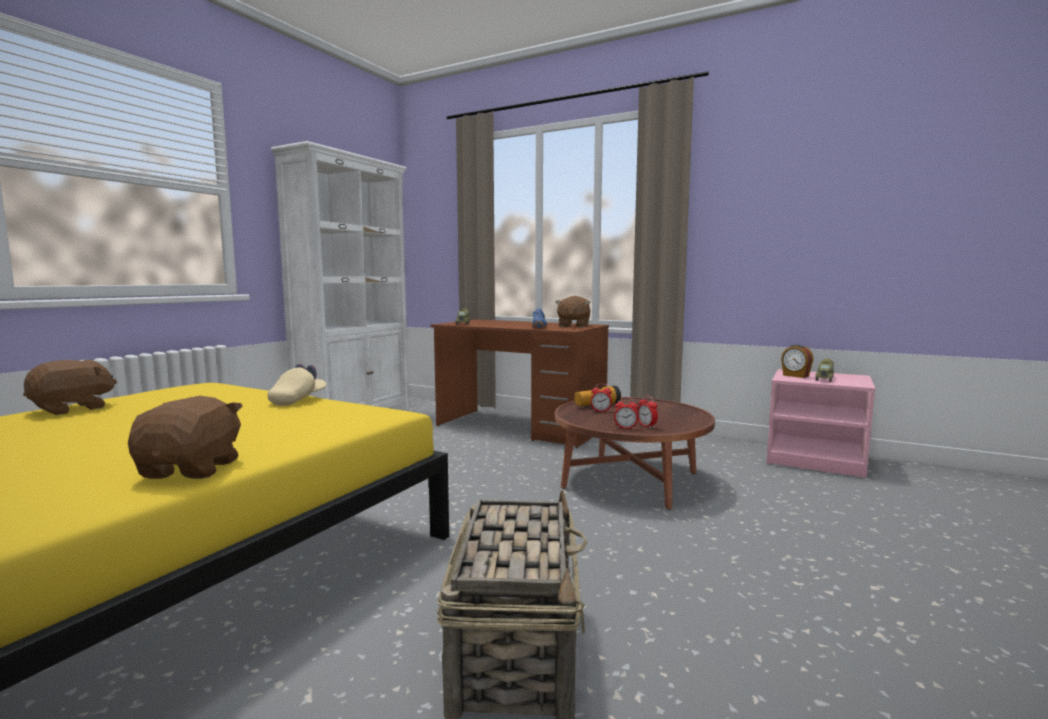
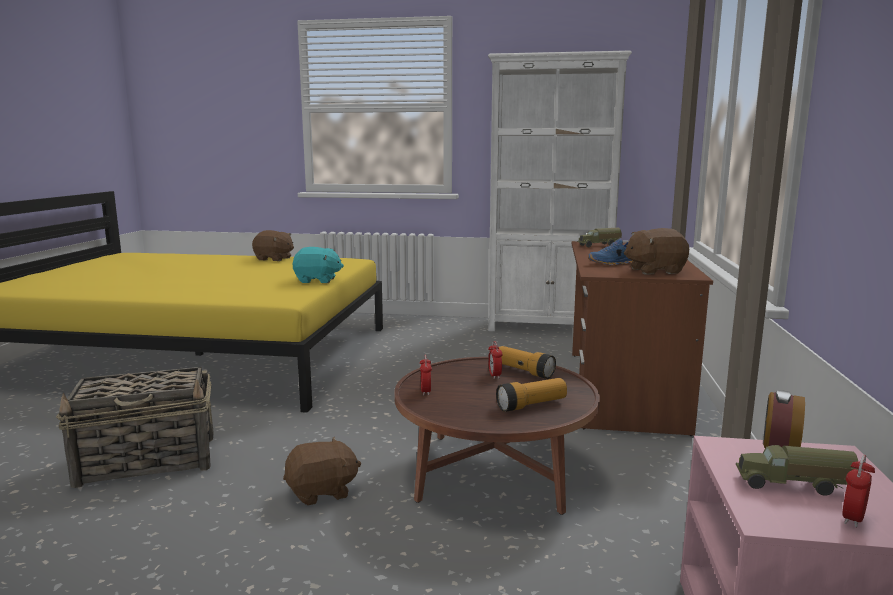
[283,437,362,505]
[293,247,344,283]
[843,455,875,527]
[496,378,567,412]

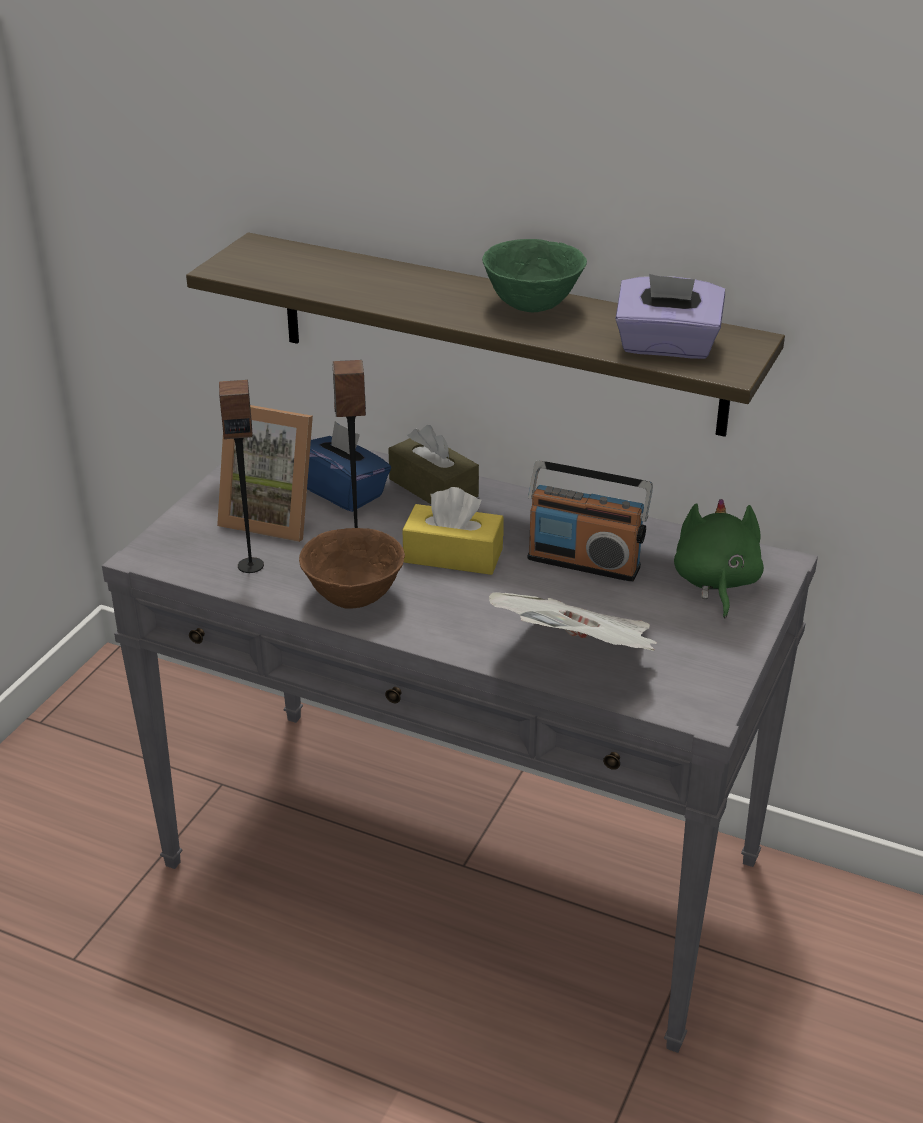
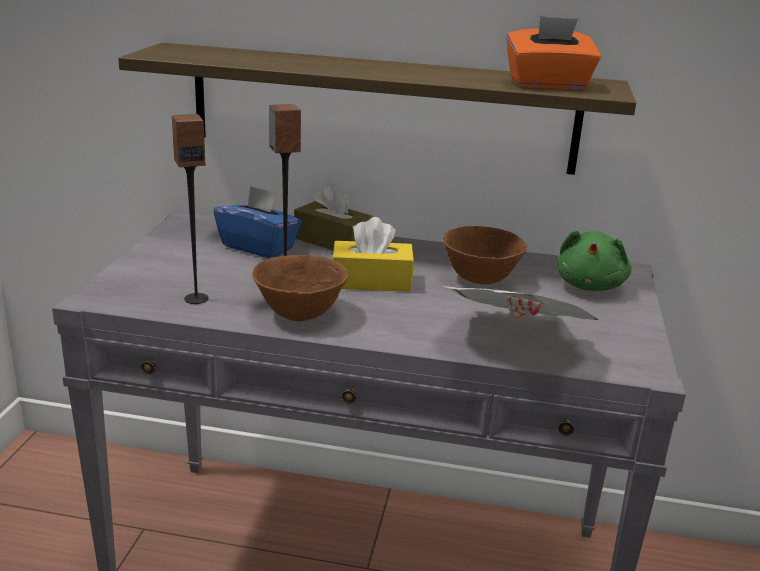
[217,405,313,542] (first image)
[482,239,587,312] (first image)
[443,226,527,285]
[506,16,601,89]
[557,230,632,291]

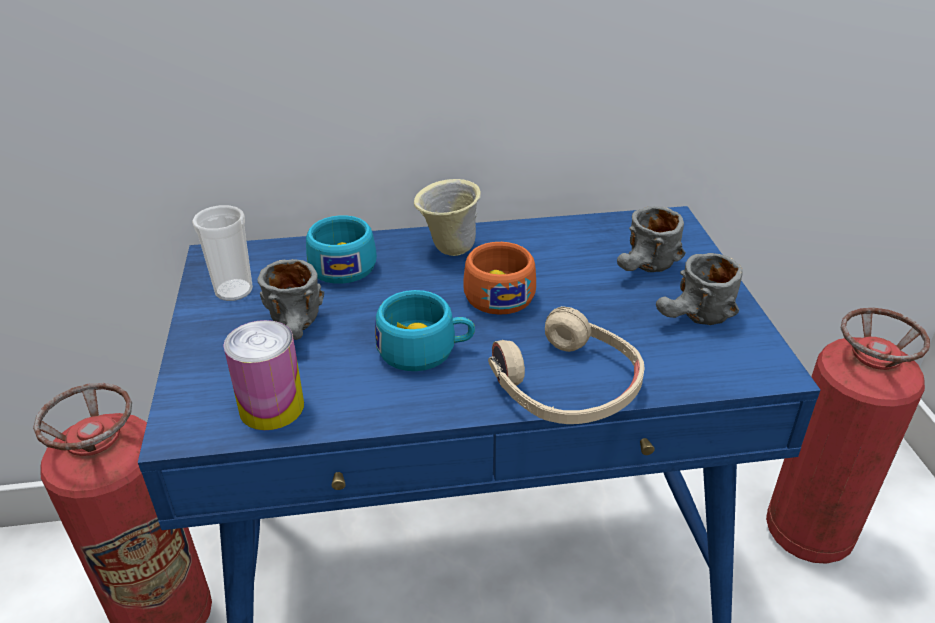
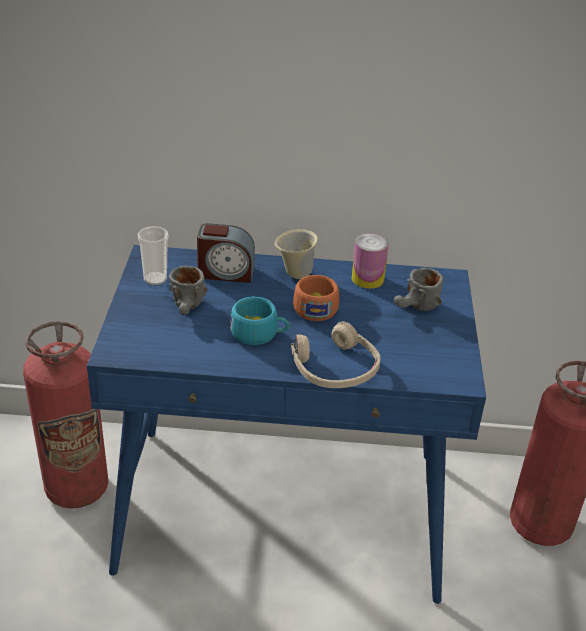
[352,233,389,289]
[197,223,255,283]
[656,253,743,325] (first image)

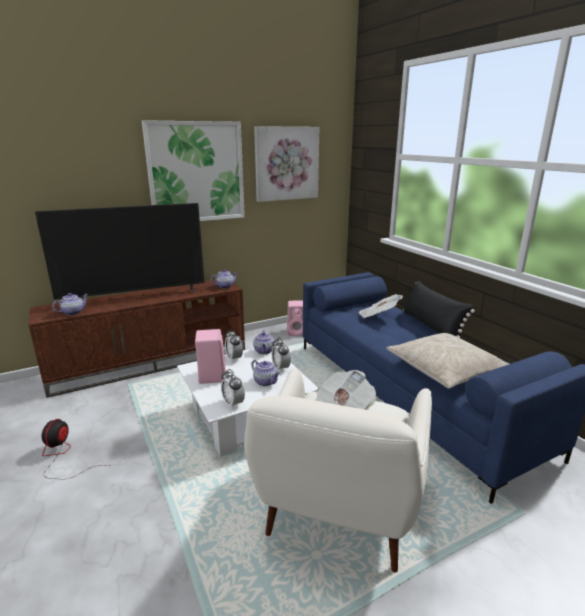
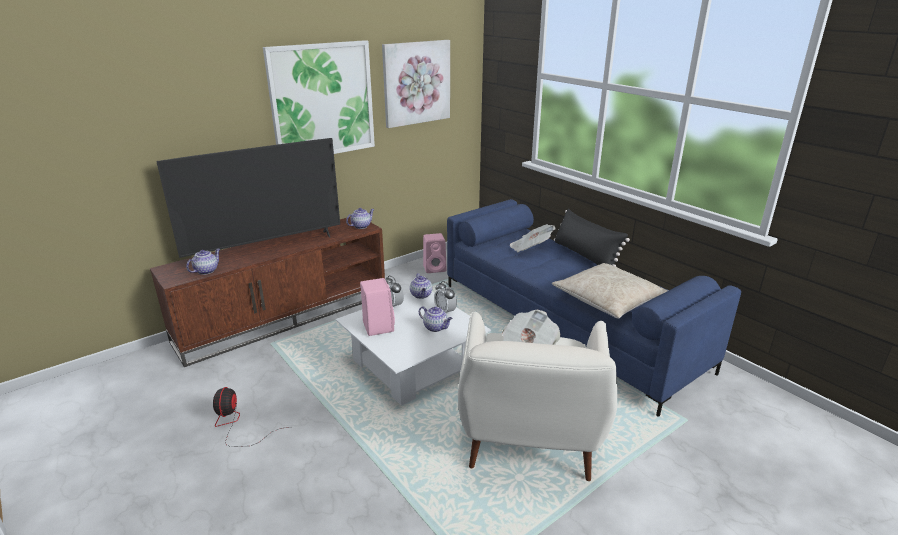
[221,369,245,408] (first image)

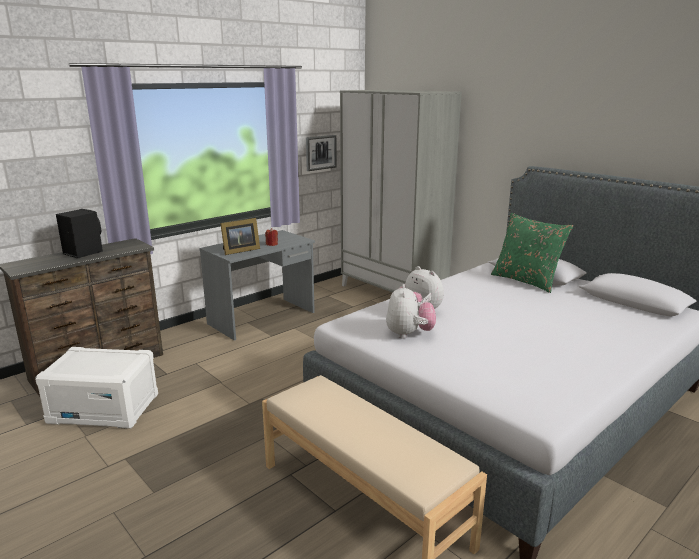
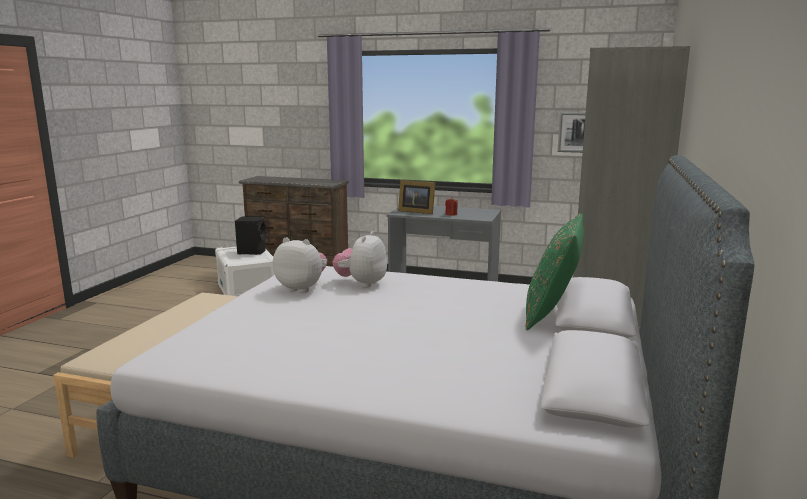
[235,217,266,255]
[273,237,327,293]

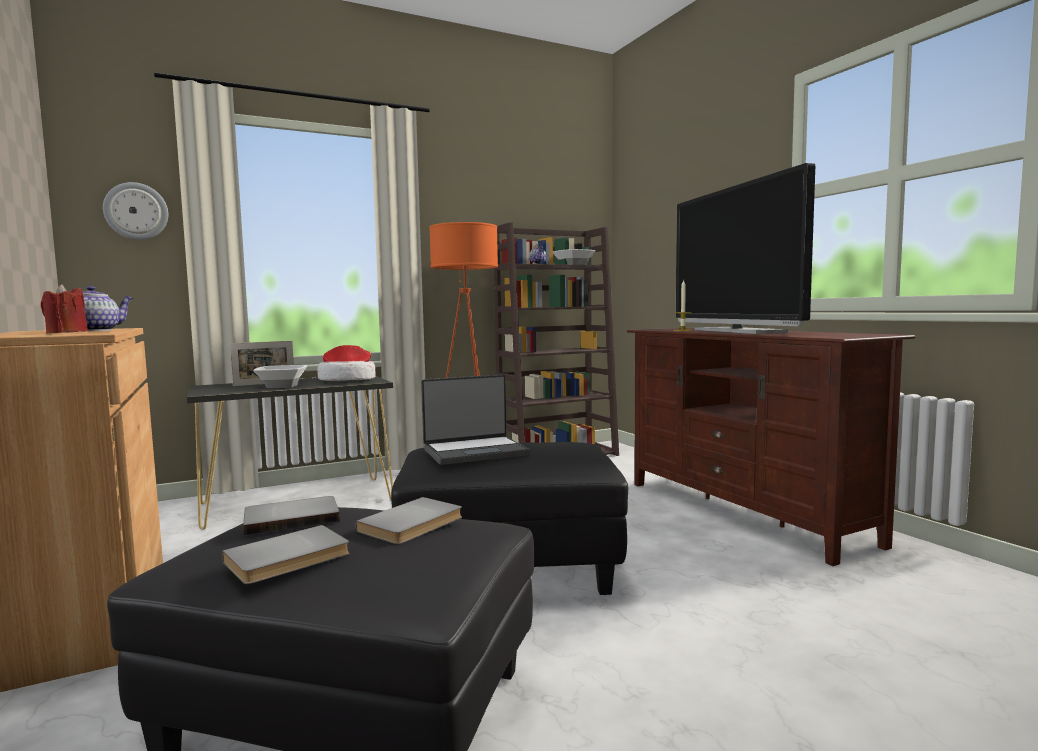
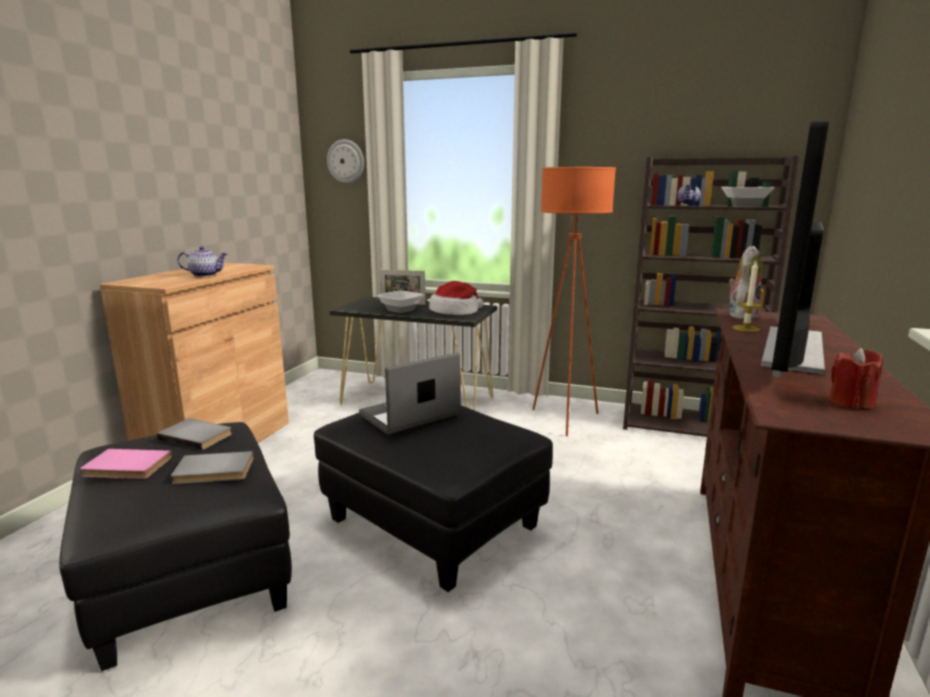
[829,347,883,409]
[80,449,172,479]
[359,352,461,434]
[729,246,762,319]

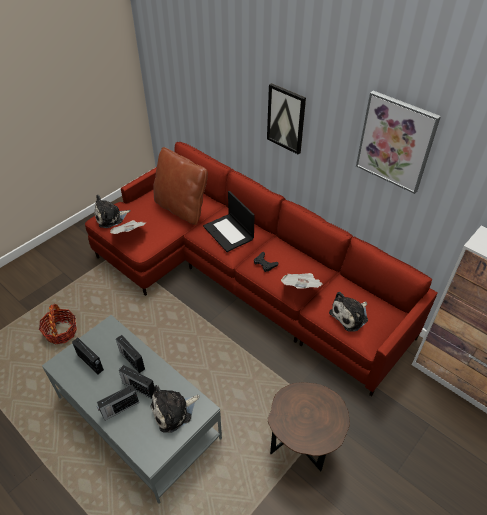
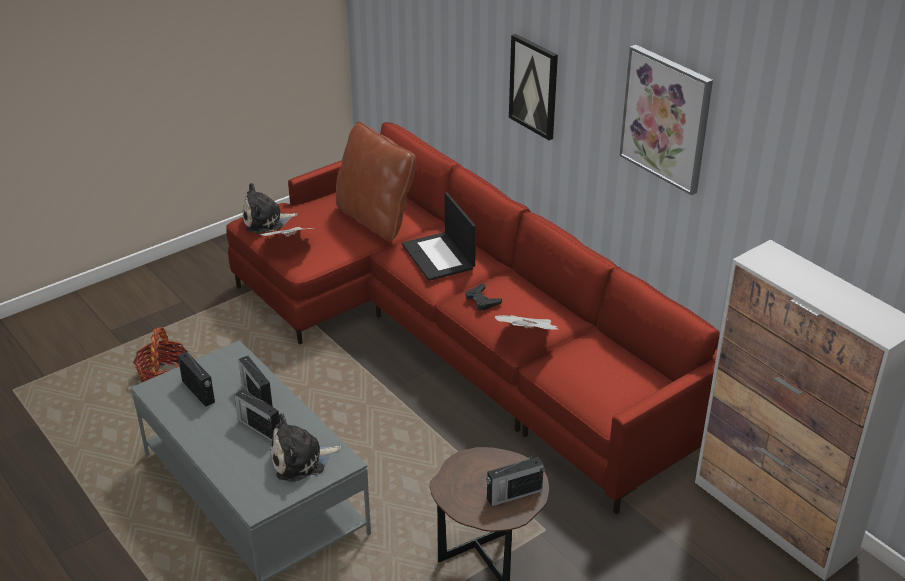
[486,455,544,507]
[329,292,368,332] (first image)

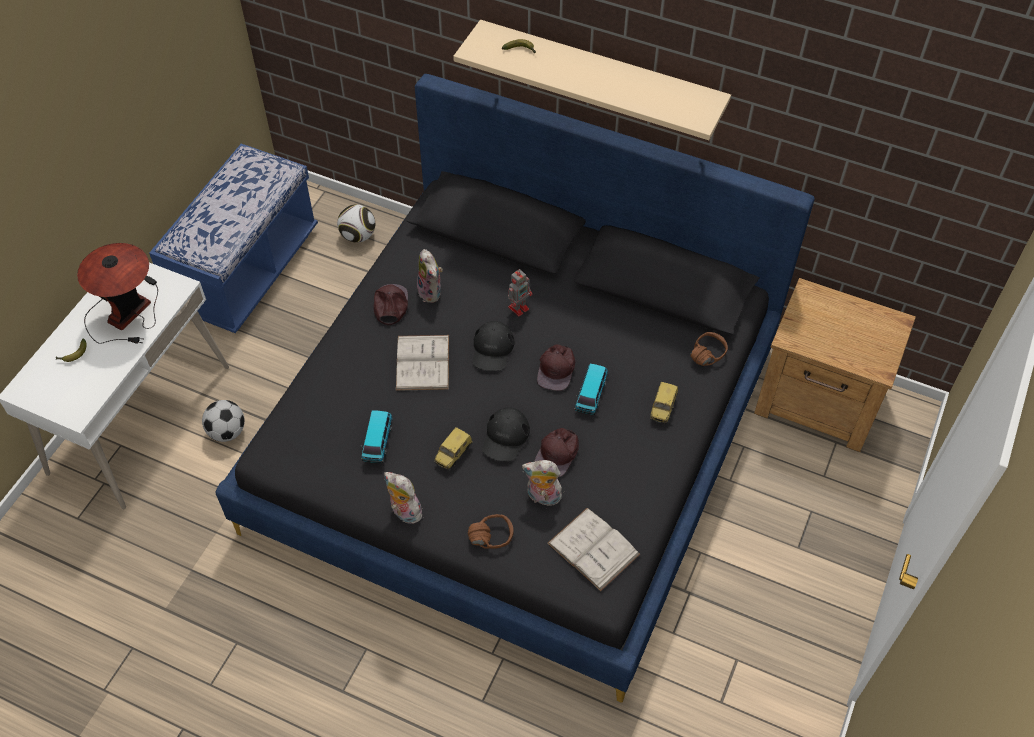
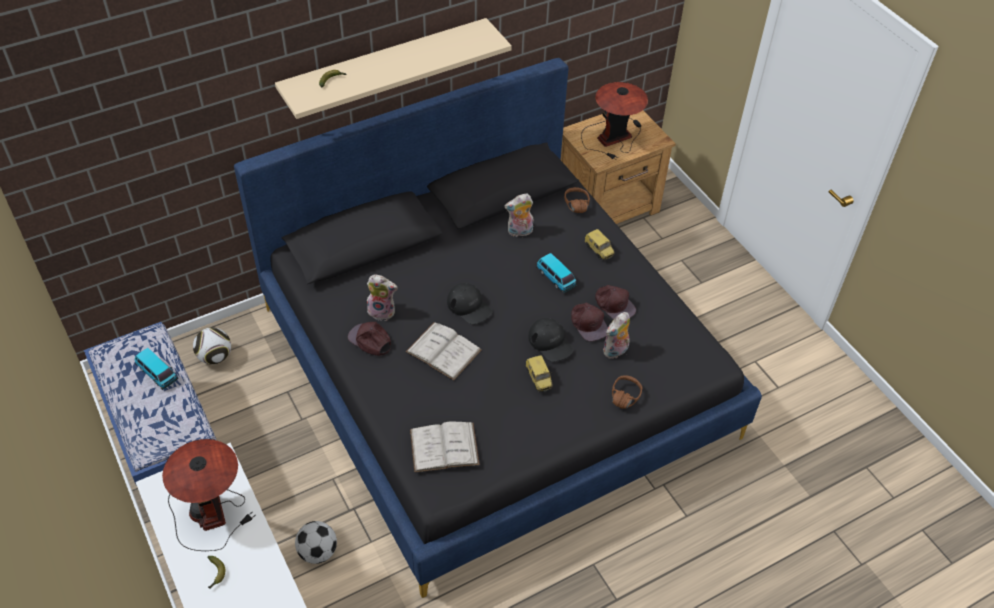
[134,348,178,390]
[505,193,533,237]
[508,269,532,316] (first image)
[595,285,636,319]
[410,422,480,472]
[581,82,648,160]

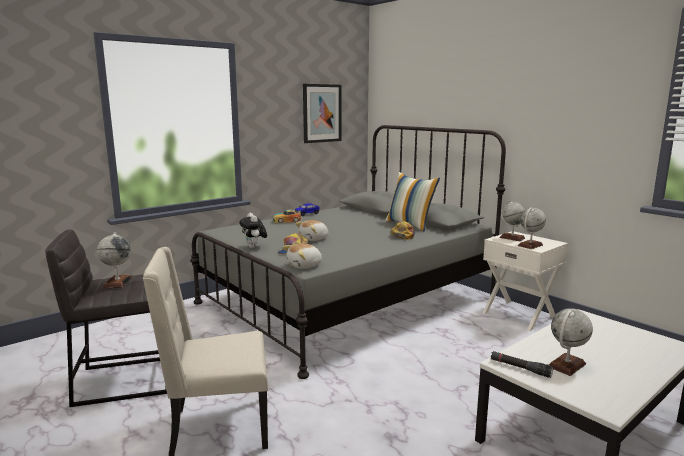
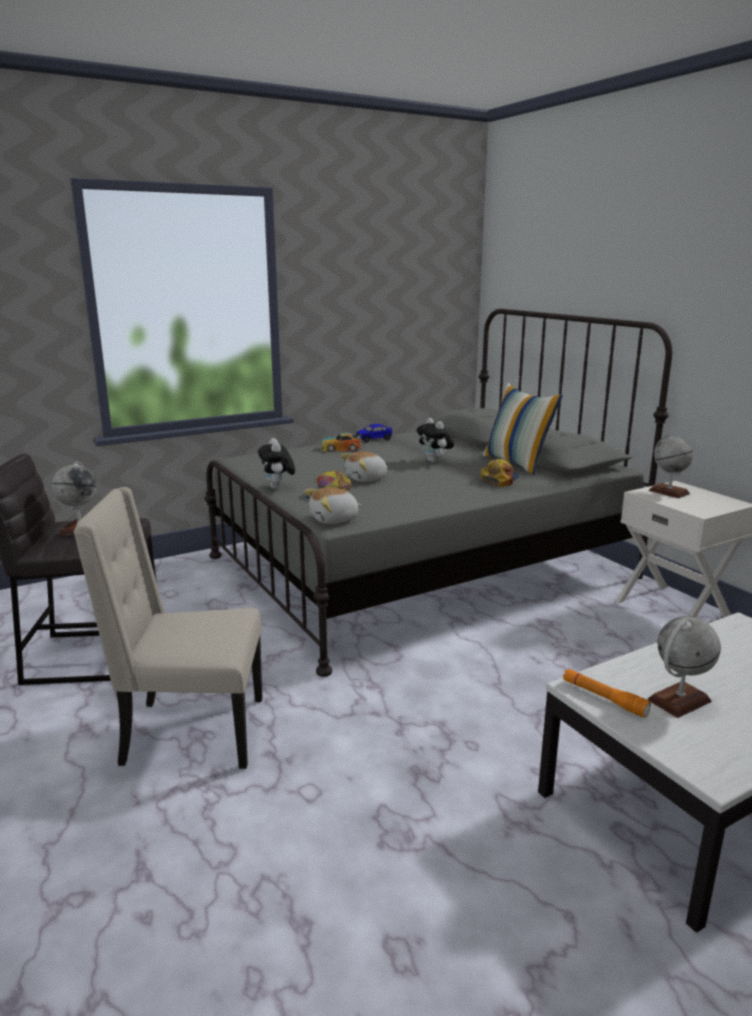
[303,84,341,143] (first image)
[563,668,651,718]
[518,207,546,249] (first image)
[417,418,454,463]

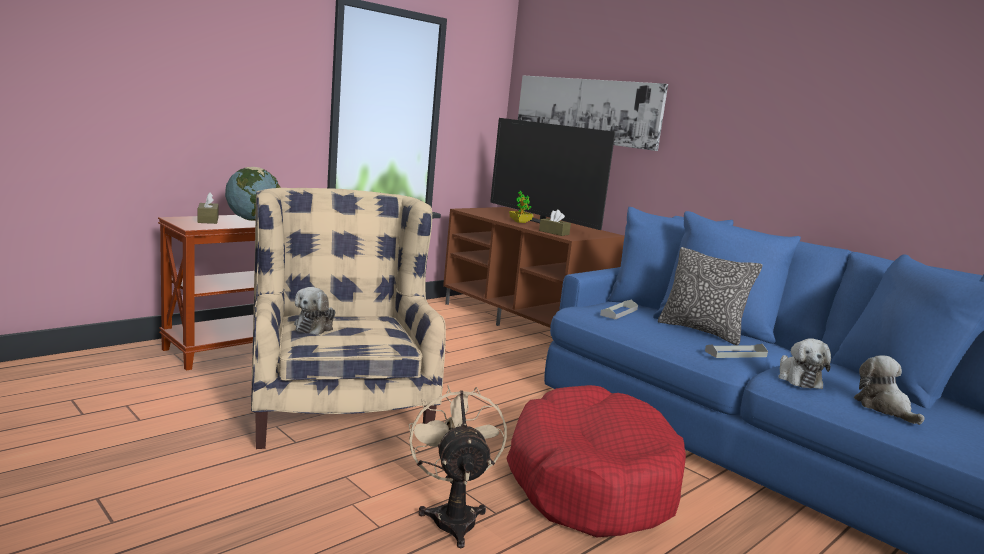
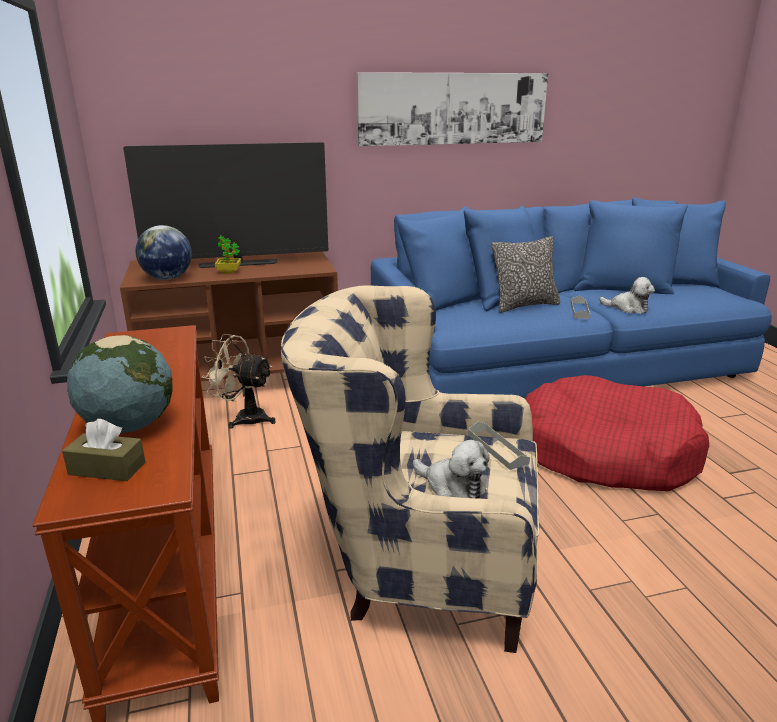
[202,334,275,429]
[357,72,548,146]
[539,210,571,236] (first image)
[468,422,530,470]
[854,355,925,425] (first image)
[135,225,192,280]

